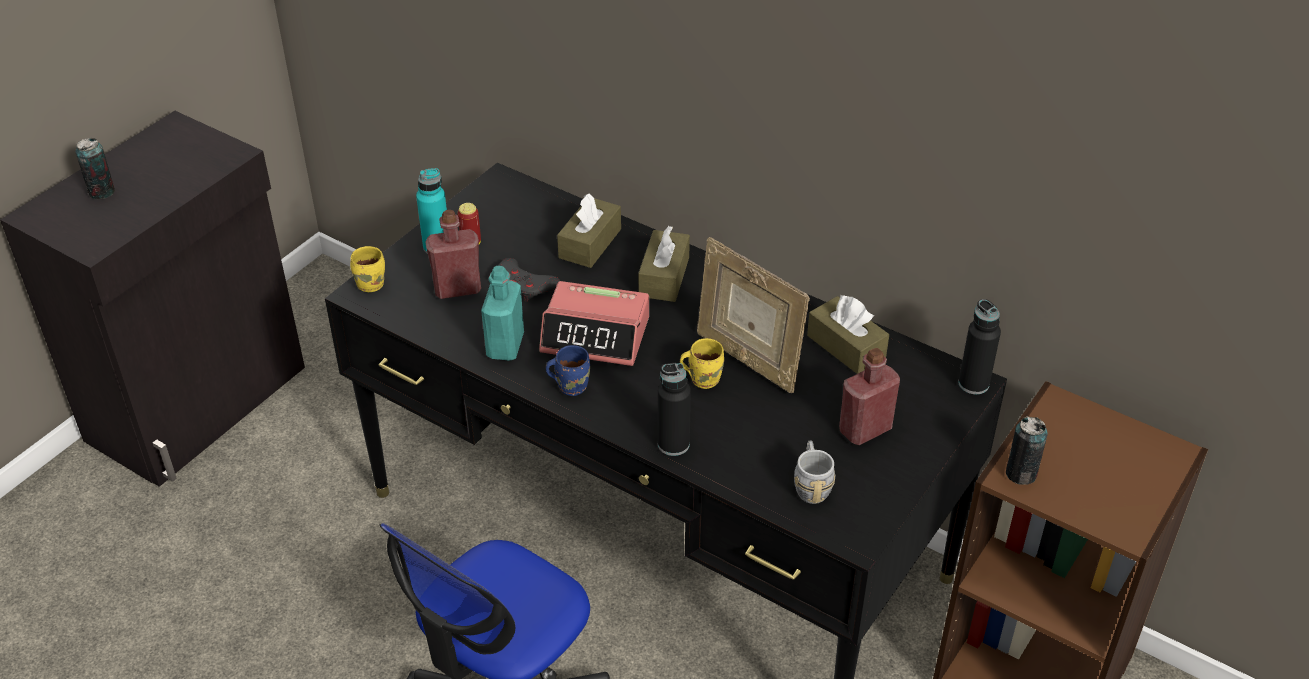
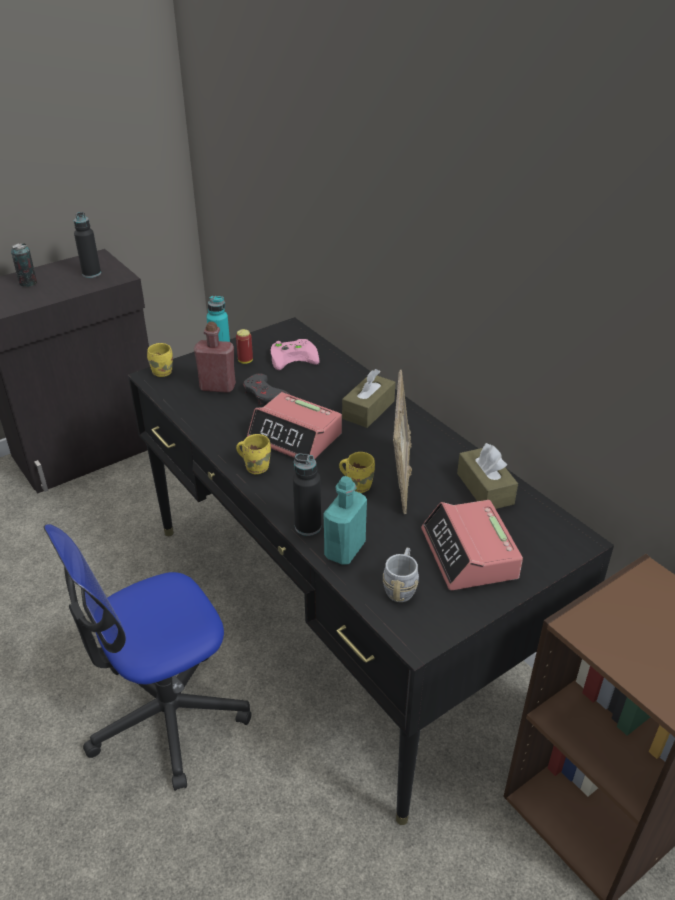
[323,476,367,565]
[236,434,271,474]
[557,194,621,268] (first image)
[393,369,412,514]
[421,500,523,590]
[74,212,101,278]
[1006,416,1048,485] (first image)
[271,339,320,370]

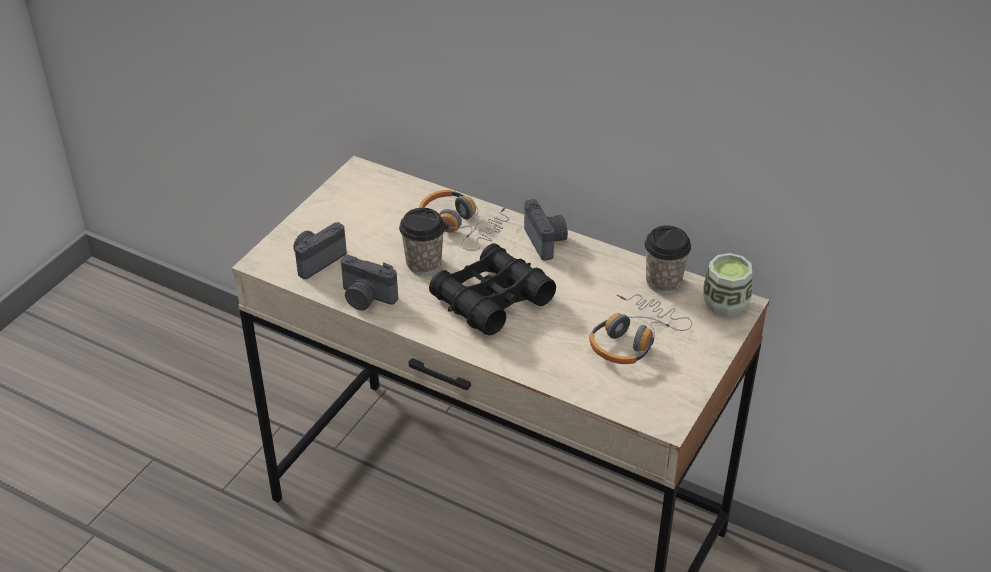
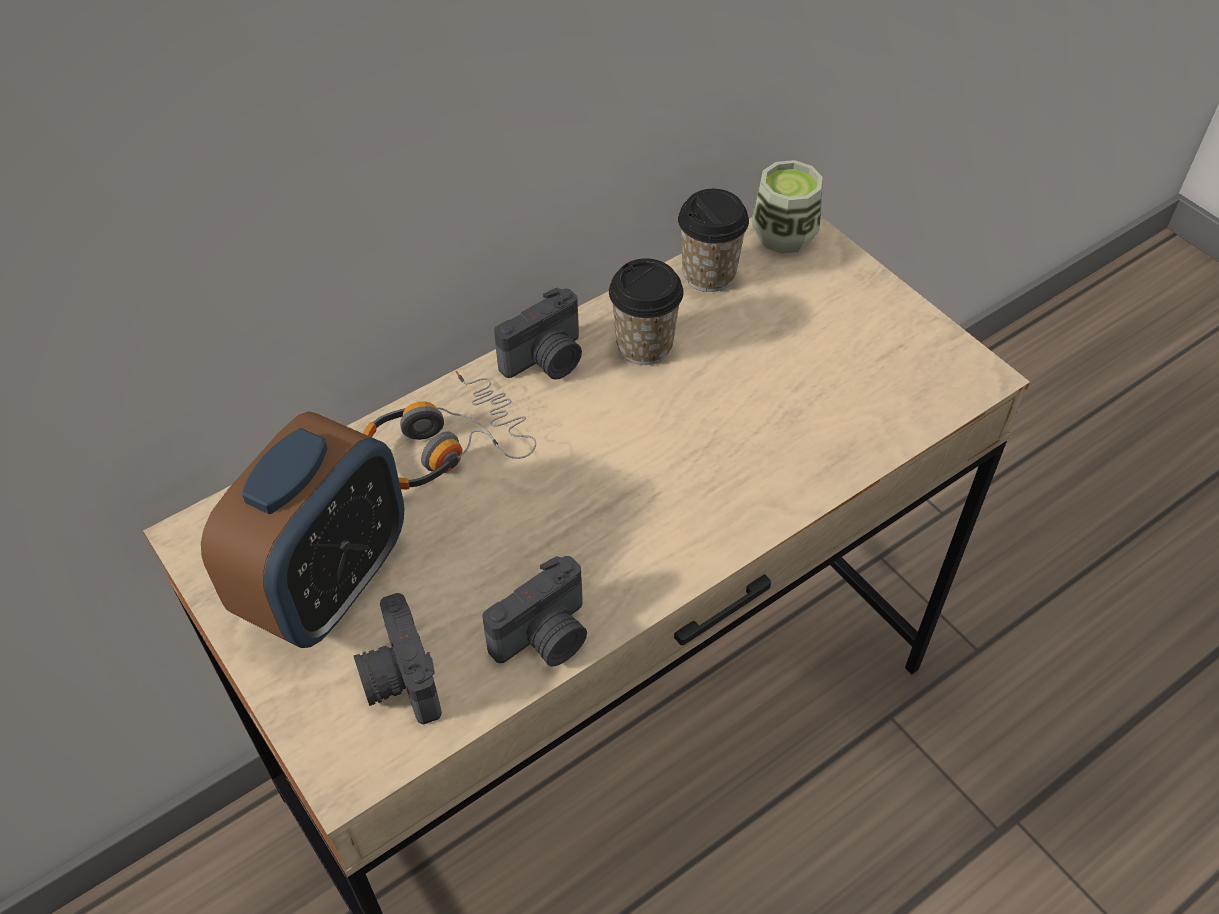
[609,258,683,365]
[429,243,556,336] (first image)
[494,287,582,380]
[589,294,692,364] (first image)
[201,411,404,648]

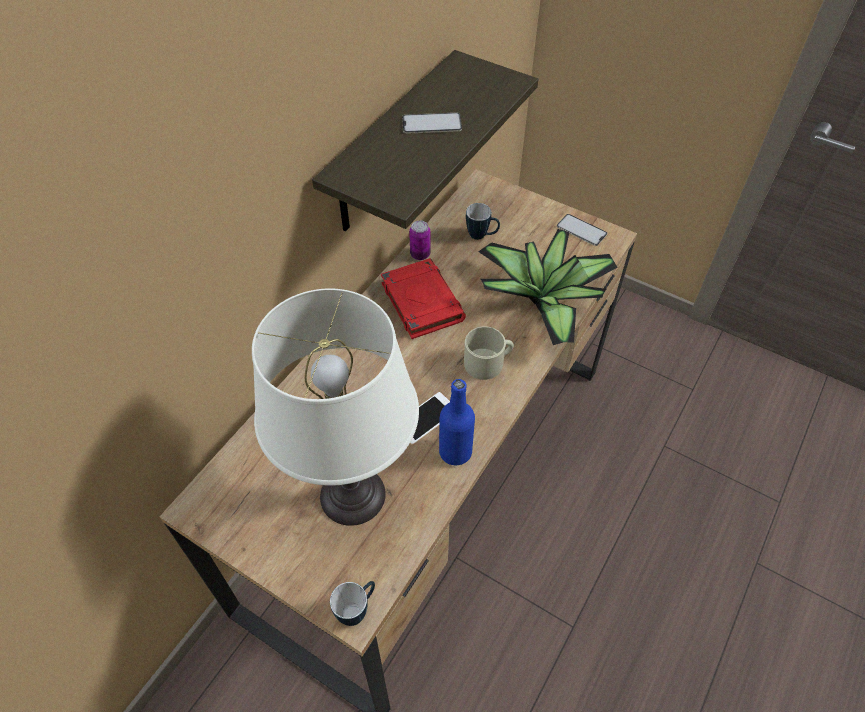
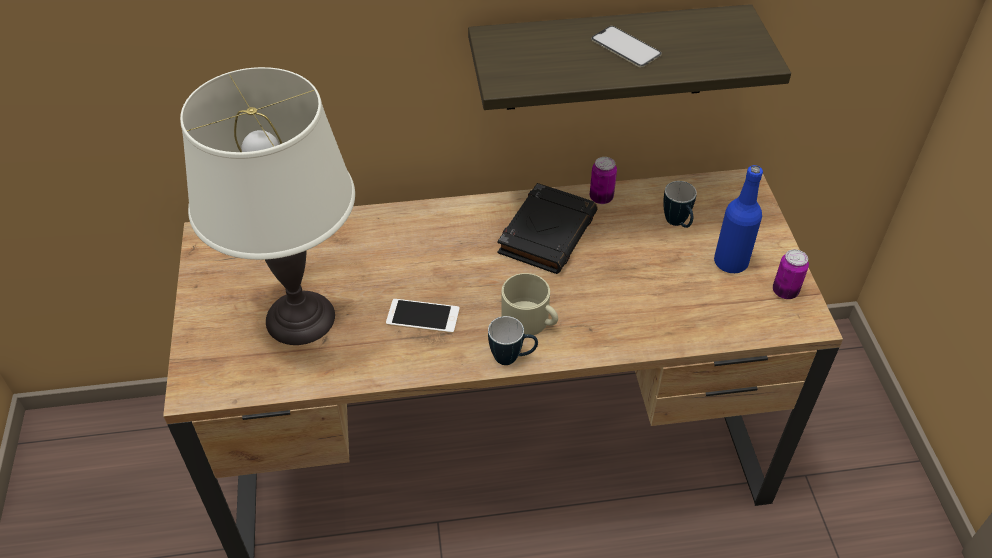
[488,316,538,365]
[498,183,598,274]
[714,165,763,273]
[478,229,618,345] (first image)
[773,249,809,299]

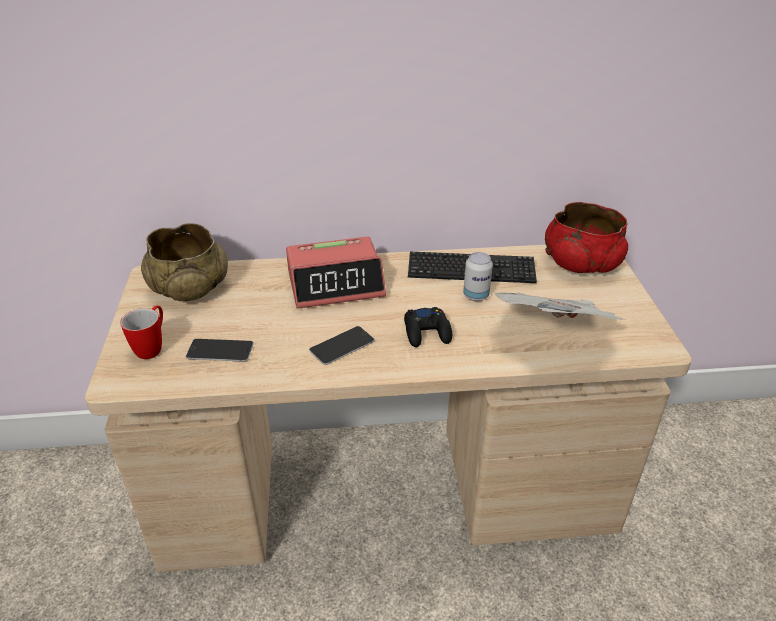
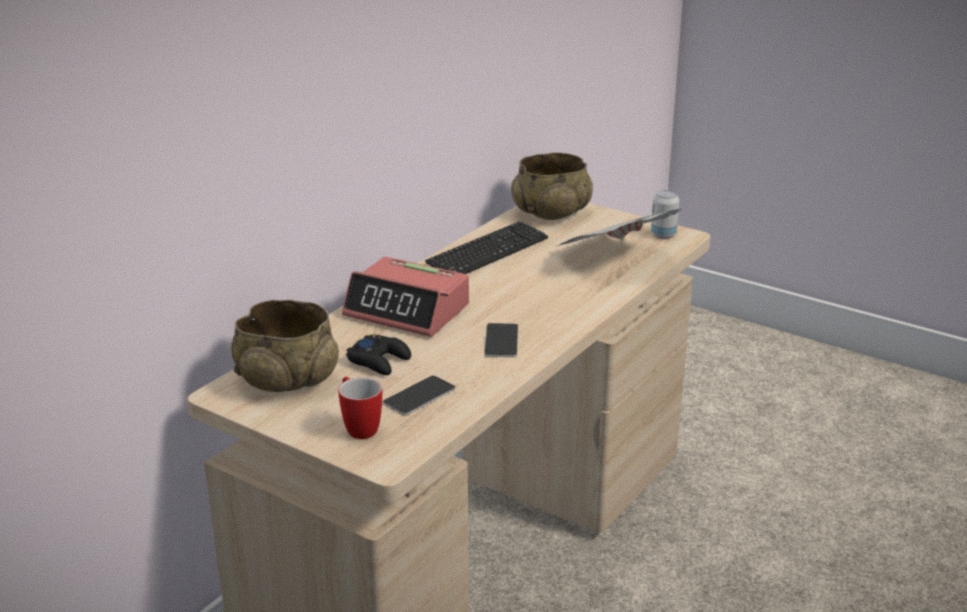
[342,257,469,337]
[346,335,411,375]
[651,190,679,239]
[511,152,593,220]

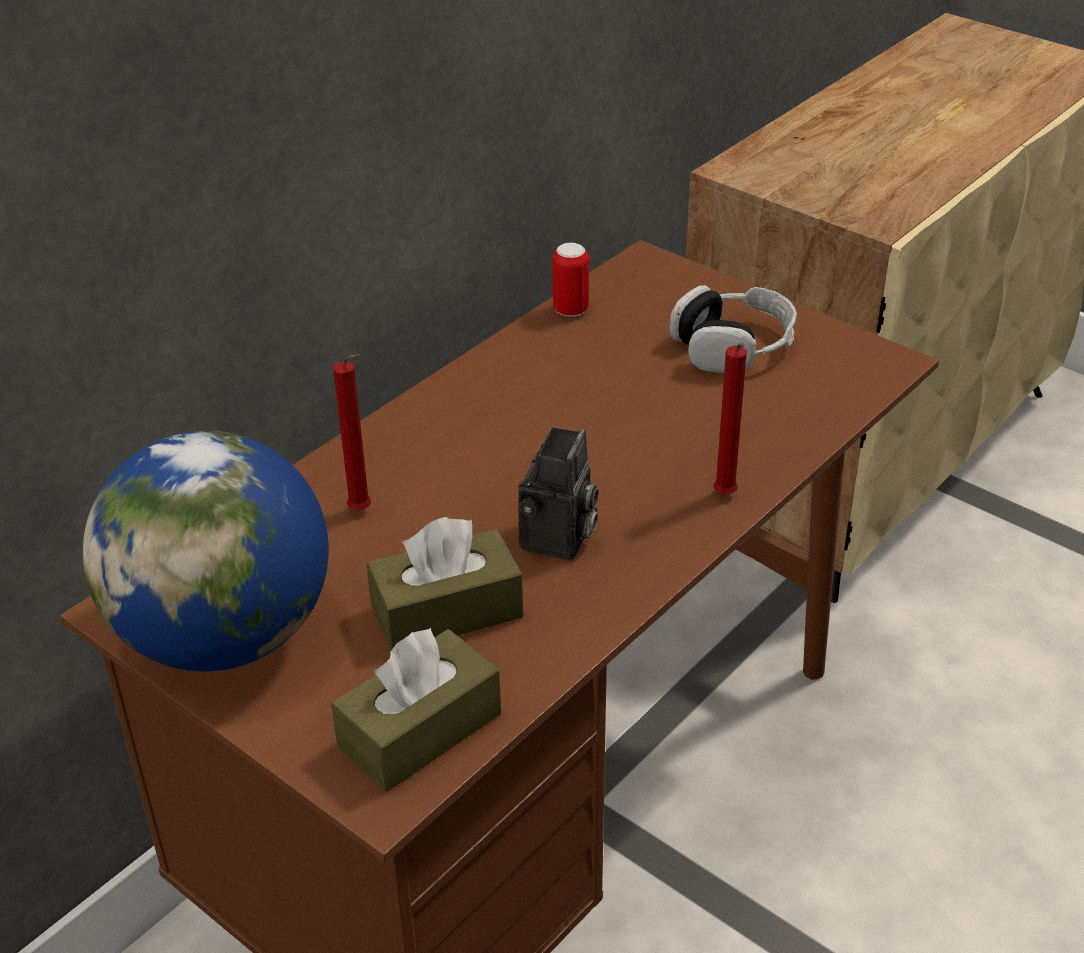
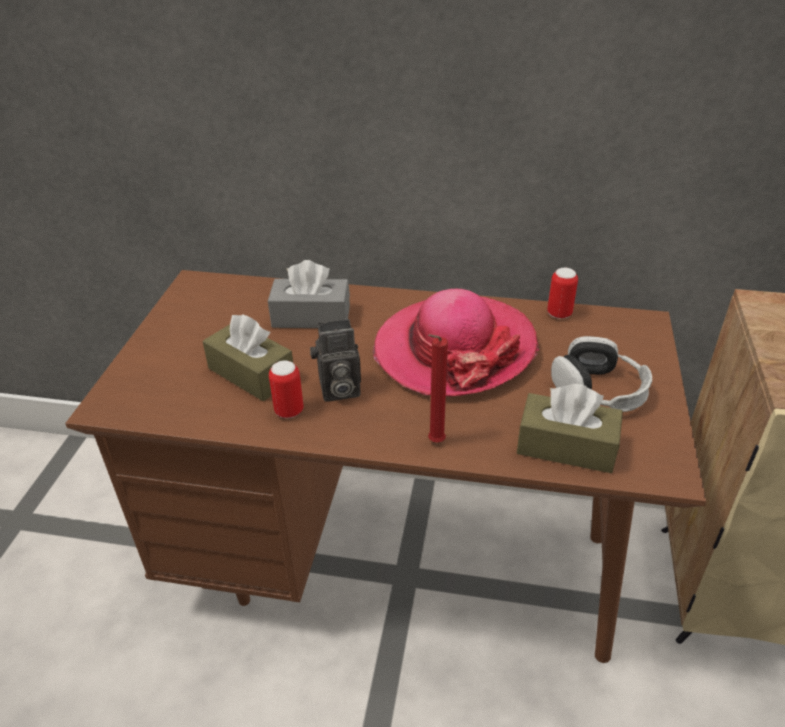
[83,431,329,671] (first image)
[517,384,623,473]
[268,260,350,328]
[269,361,304,418]
[373,289,539,396]

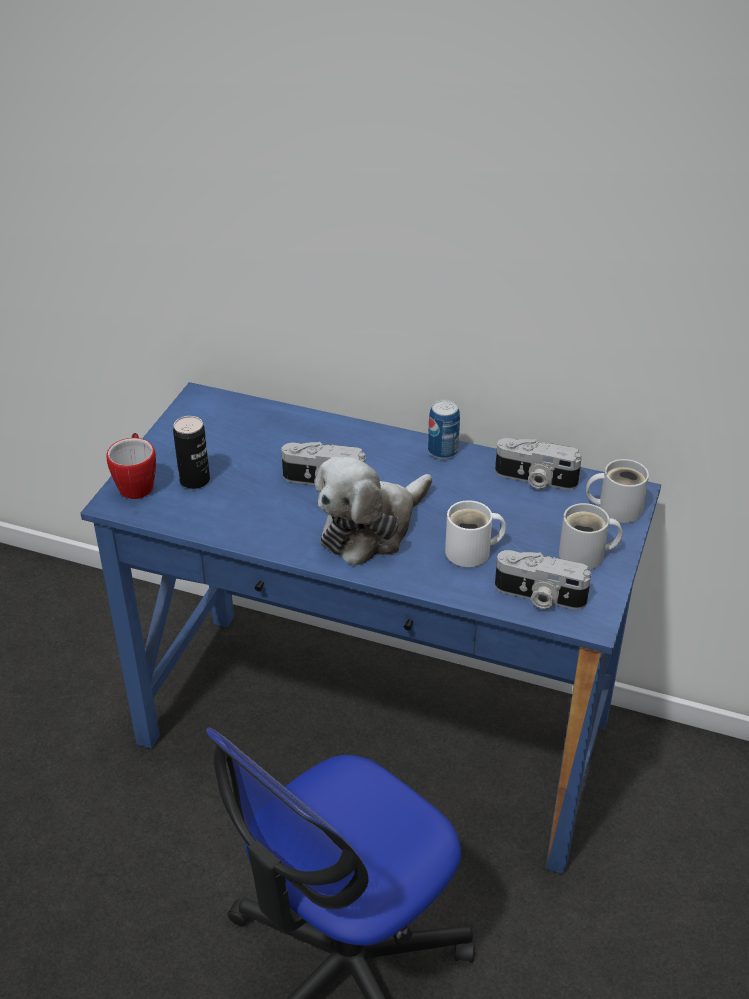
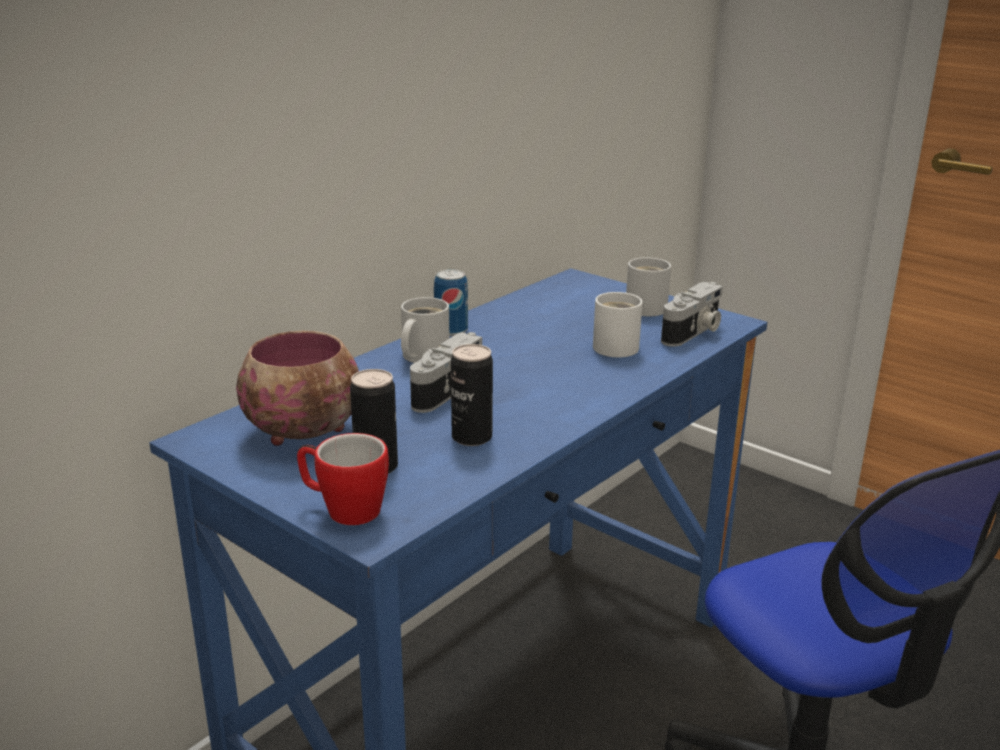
[315,457,432,566] (first image)
[495,438,582,490] (first image)
[401,297,449,363]
[236,331,359,446]
[451,344,493,446]

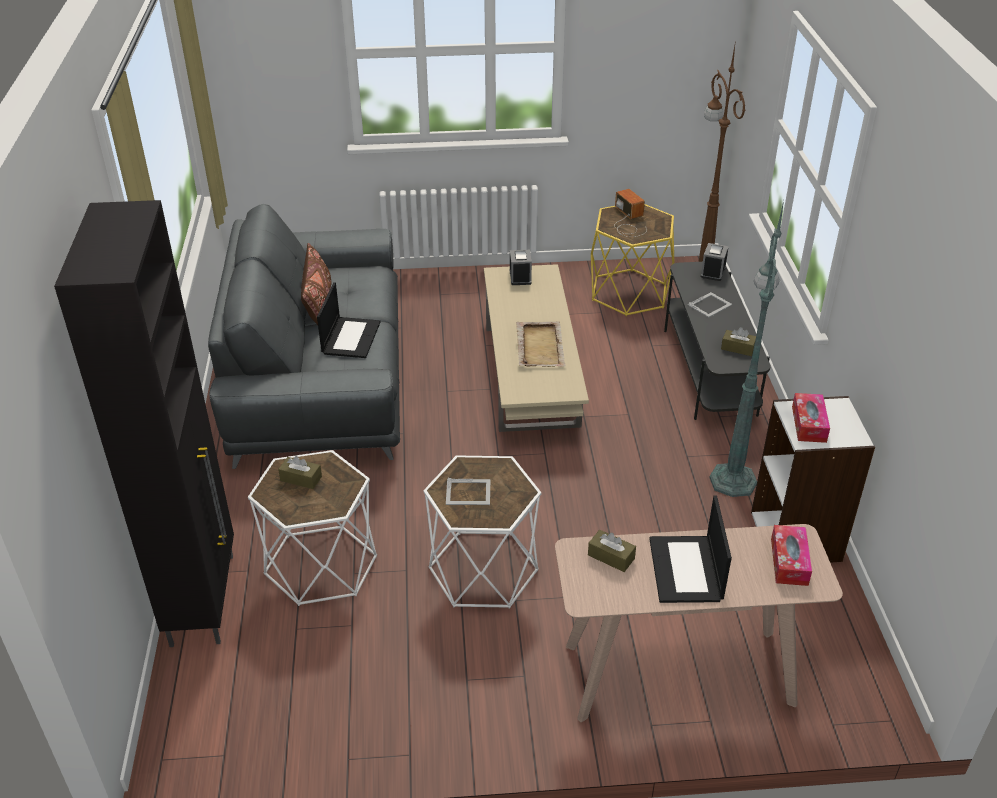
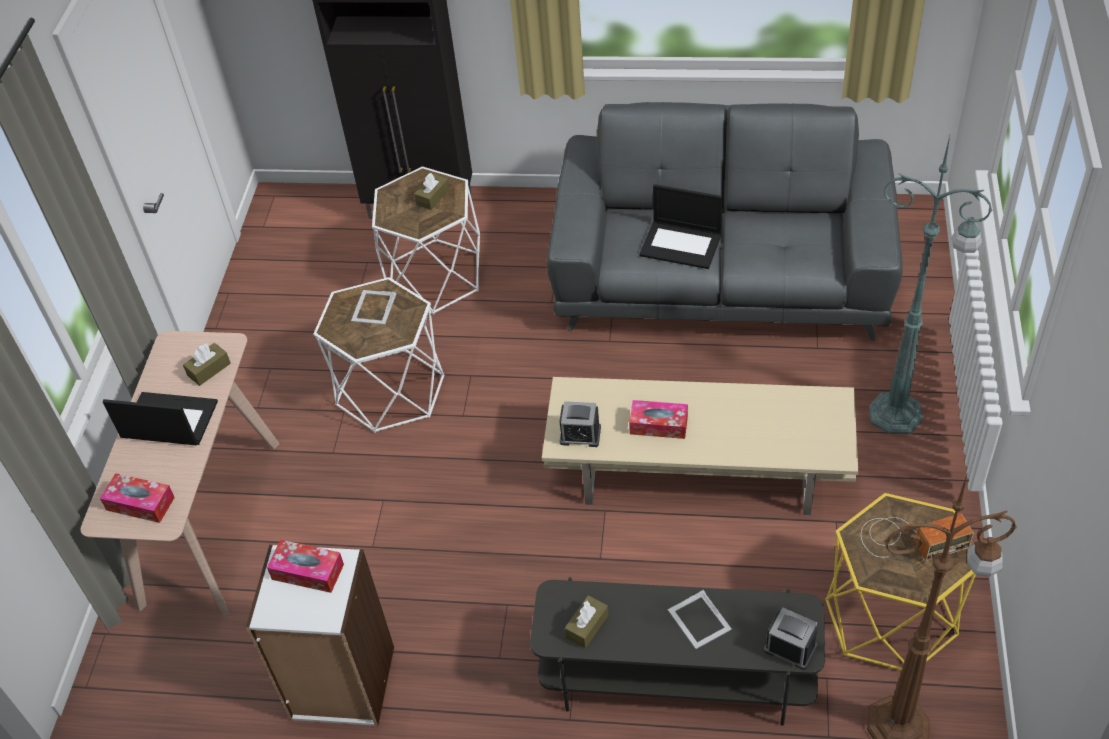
[301,243,332,325] (first image)
[559,401,601,447]
[629,400,688,439]
[869,136,993,434]

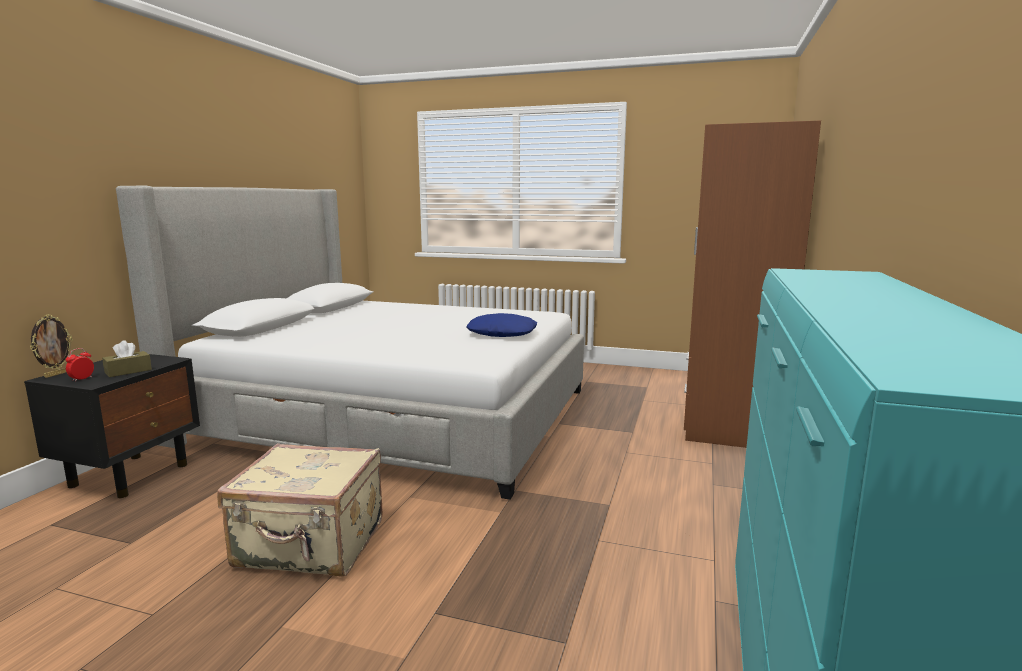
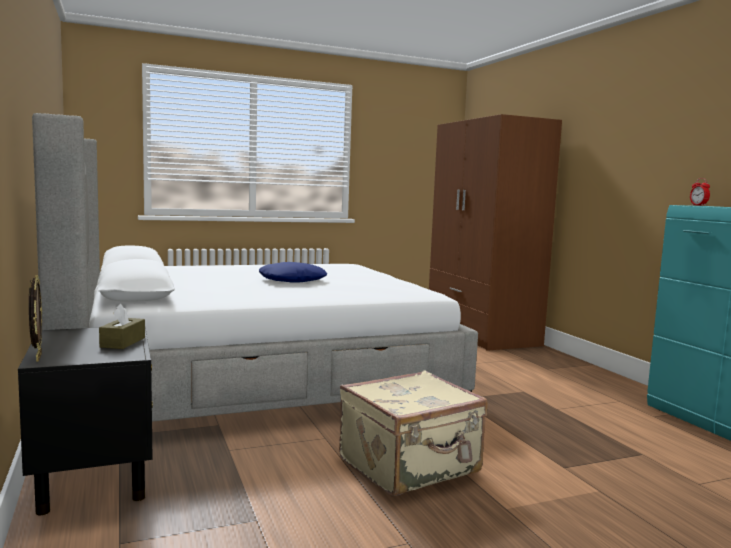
[690,178,710,206]
[259,262,327,283]

